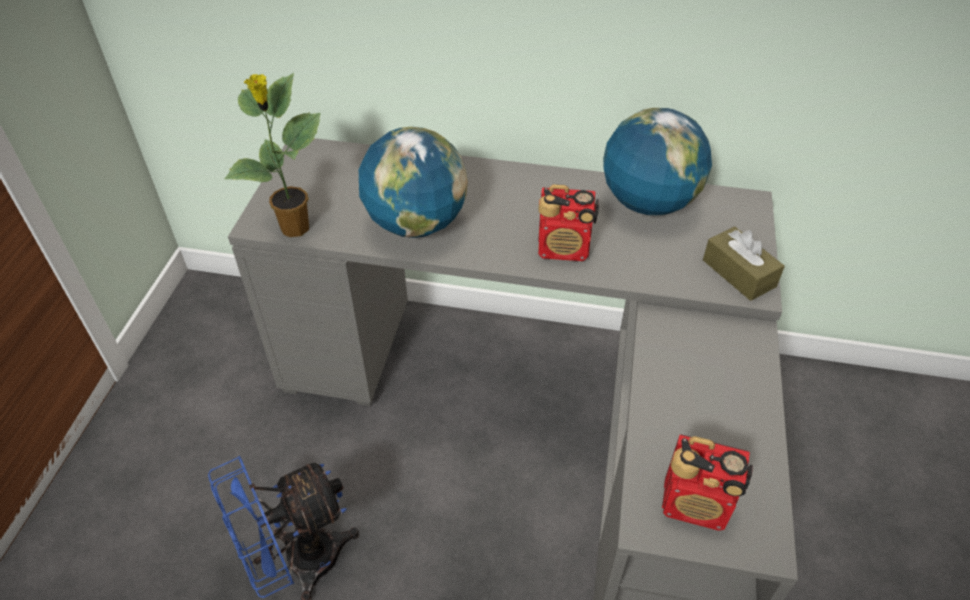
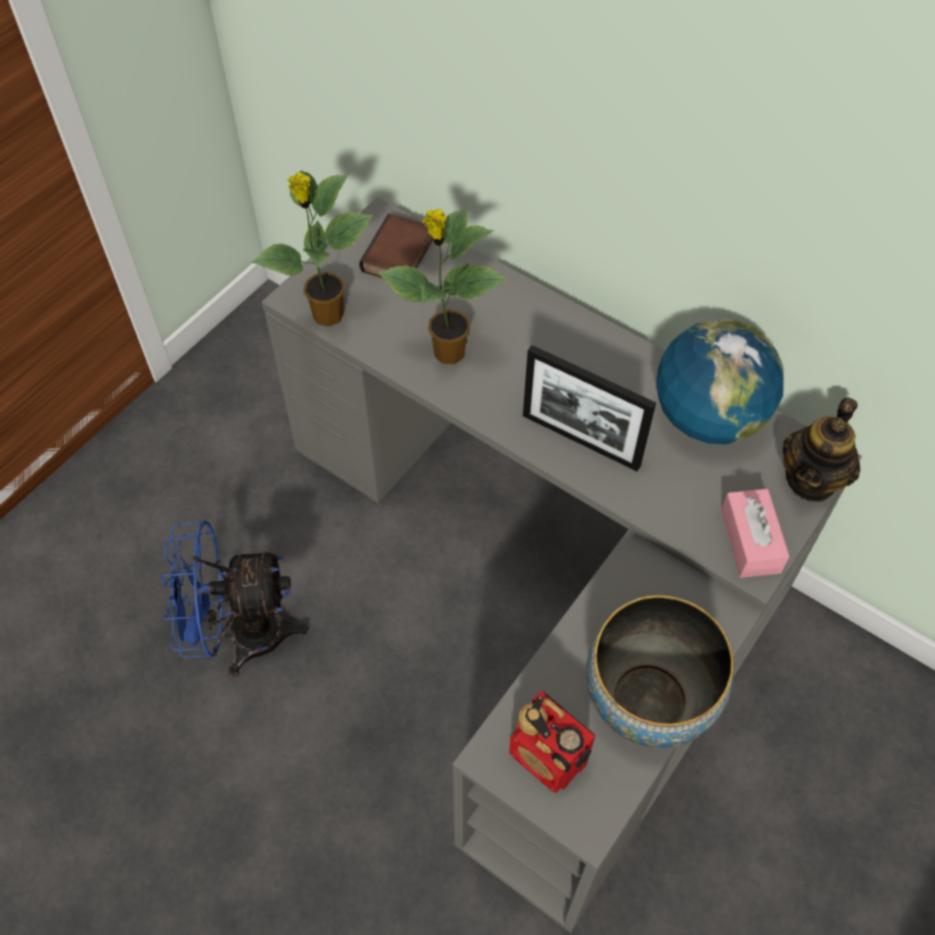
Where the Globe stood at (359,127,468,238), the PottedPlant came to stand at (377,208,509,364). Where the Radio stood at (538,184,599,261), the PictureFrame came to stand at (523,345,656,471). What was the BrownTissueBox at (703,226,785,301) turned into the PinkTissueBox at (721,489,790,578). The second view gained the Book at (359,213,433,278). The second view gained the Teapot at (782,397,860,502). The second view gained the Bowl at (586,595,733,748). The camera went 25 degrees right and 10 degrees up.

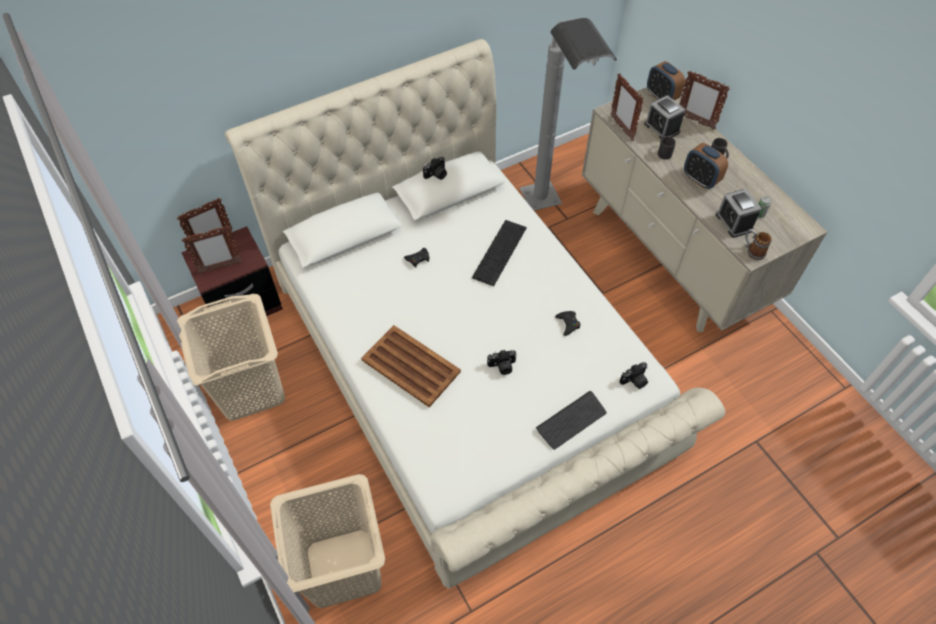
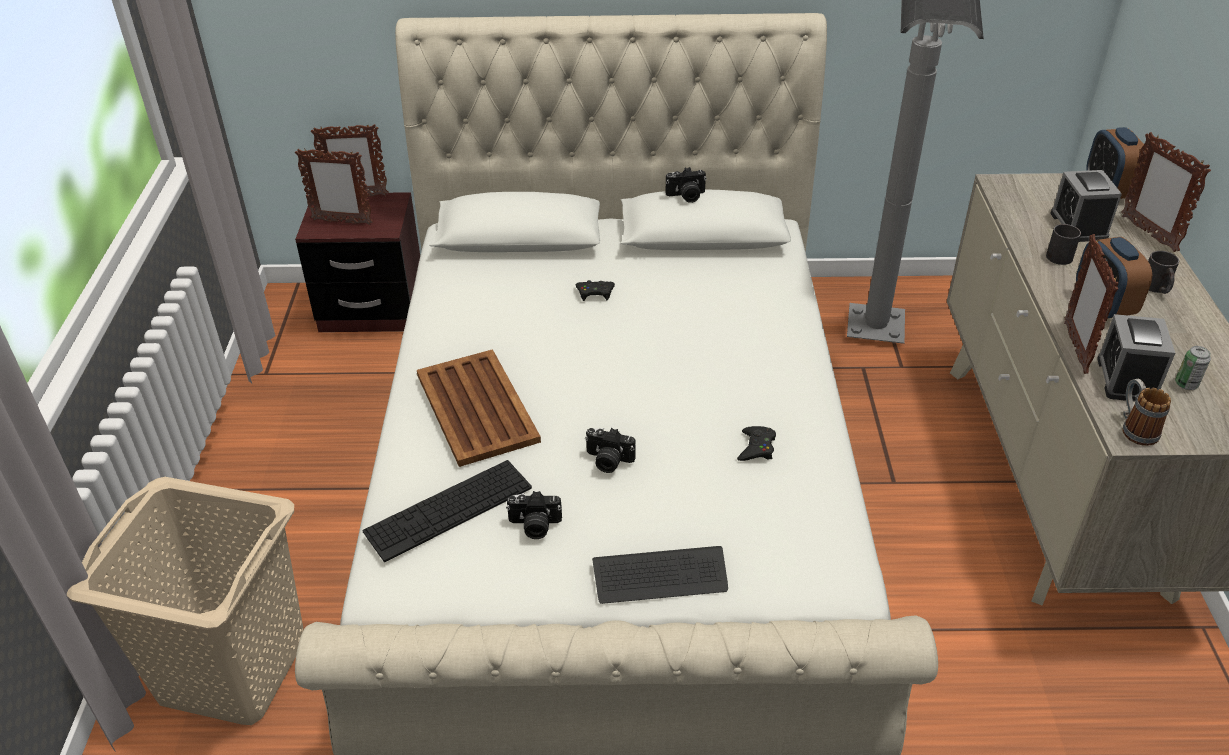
The PictureFrame ended up elsewhere, having gone from (611,74,643,141) to (1064,234,1118,374). The Keyboard ended up elsewhere, having gone from (472,220,527,286) to (362,460,532,562). The second view lost the BeigeLaundryBasket at (177,294,285,421). The PhotoCamera ended up elsewhere, having gone from (619,362,648,389) to (506,491,562,539). The camera went 30 degrees right and 15 degrees down.

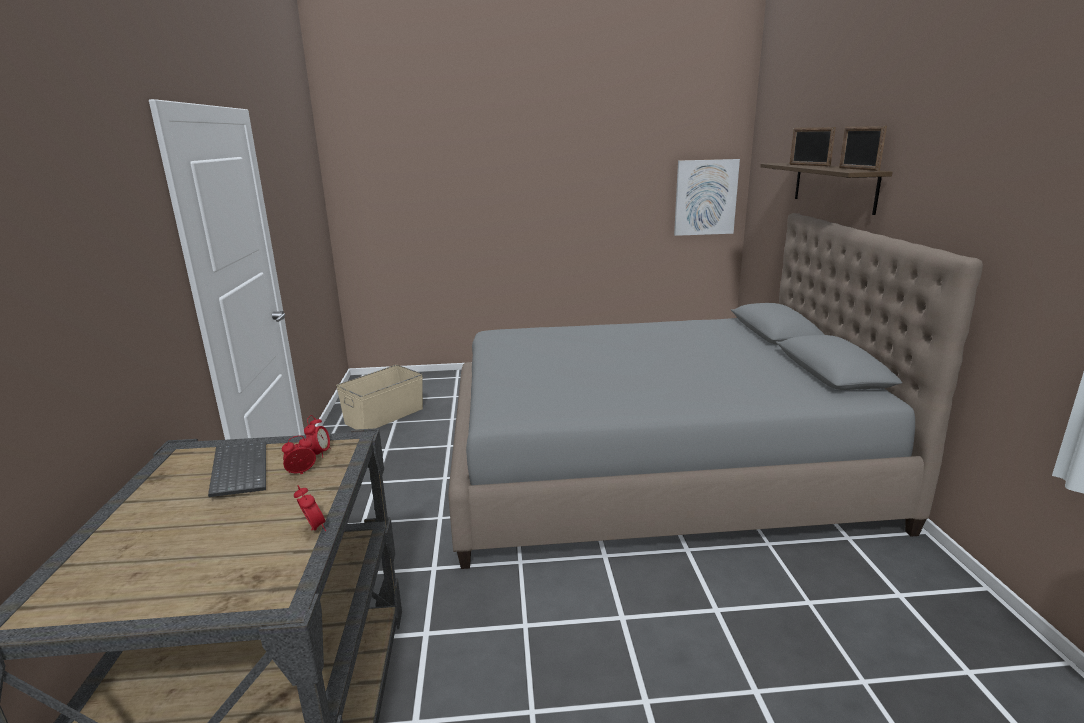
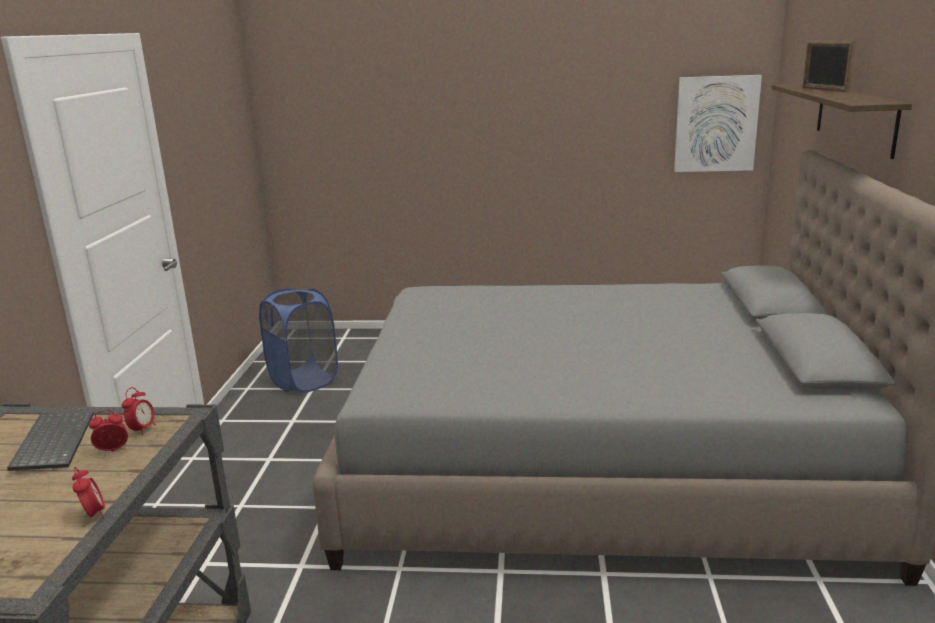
The second view lost the PictureFrame at (839,126,887,171). Where the BeigeStorageBox stood at (336,365,423,430), the BlueLaundryBasket came to stand at (259,288,338,393). The camera went 10 degrees right and 0 degrees up.

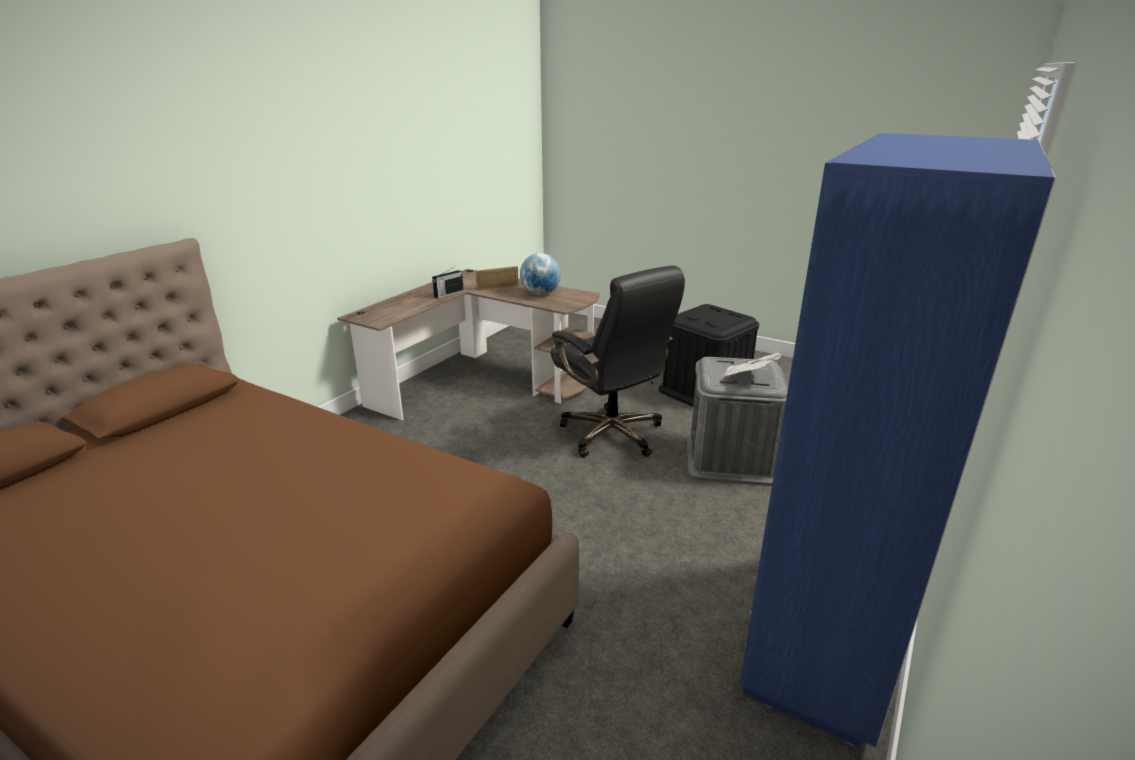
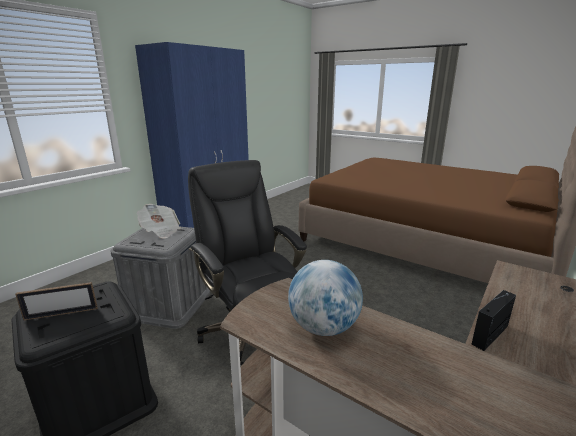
The PictureFrame ended up elsewhere, having gone from (476,266,518,290) to (15,282,98,320). The camera went 175 degrees left and 5 degrees down.

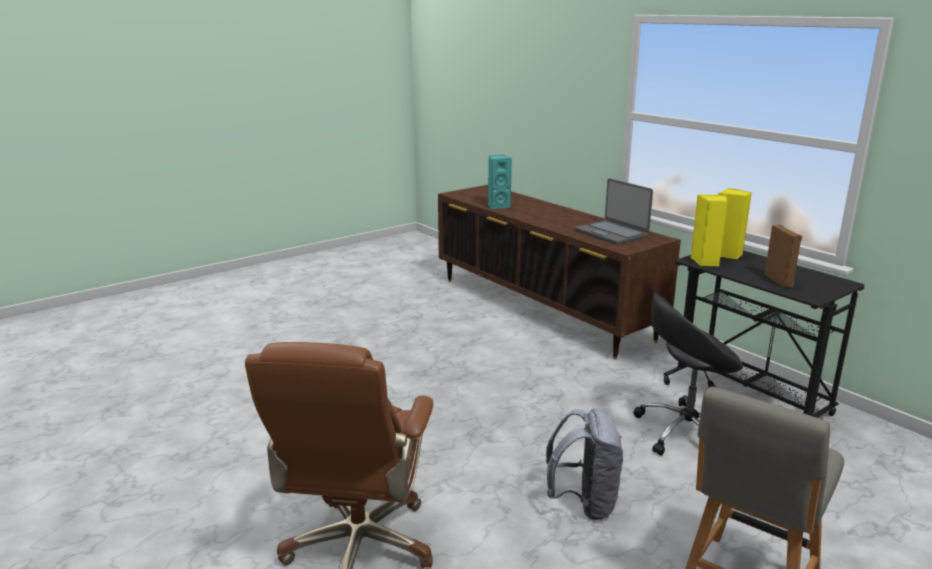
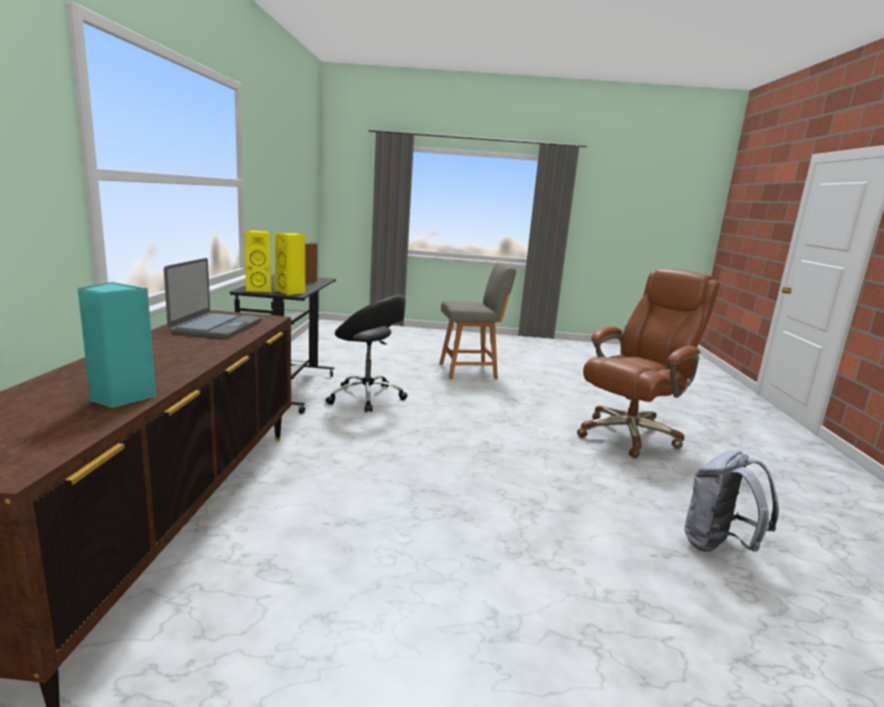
The GreyBackpack ended up elsewhere, having gone from (546,408,623,520) to (685,451,779,552). The camera went 140 degrees left and 5 degrees down.

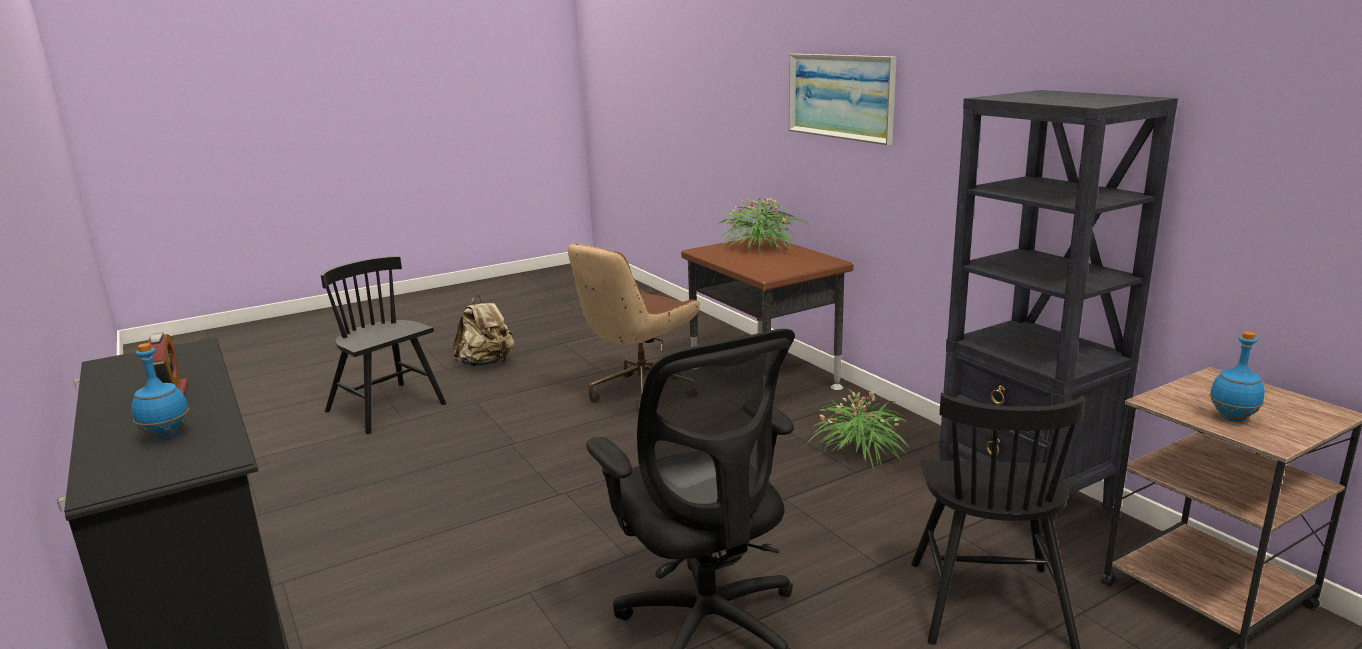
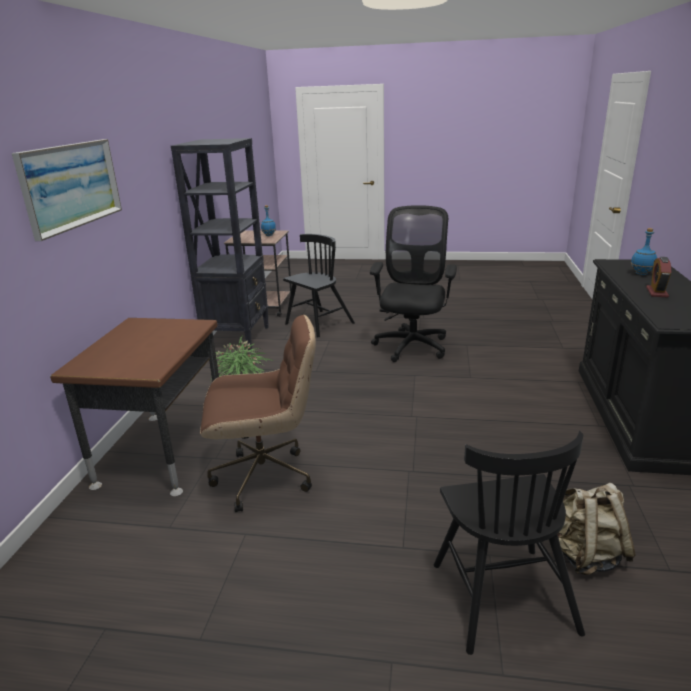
The second view lost the PottedPlant at (717,196,807,253). The BeigeBackpack ended up elsewhere, having gone from (452,295,514,366) to (557,483,636,575). The camera went 140 degrees left and 5 degrees up.

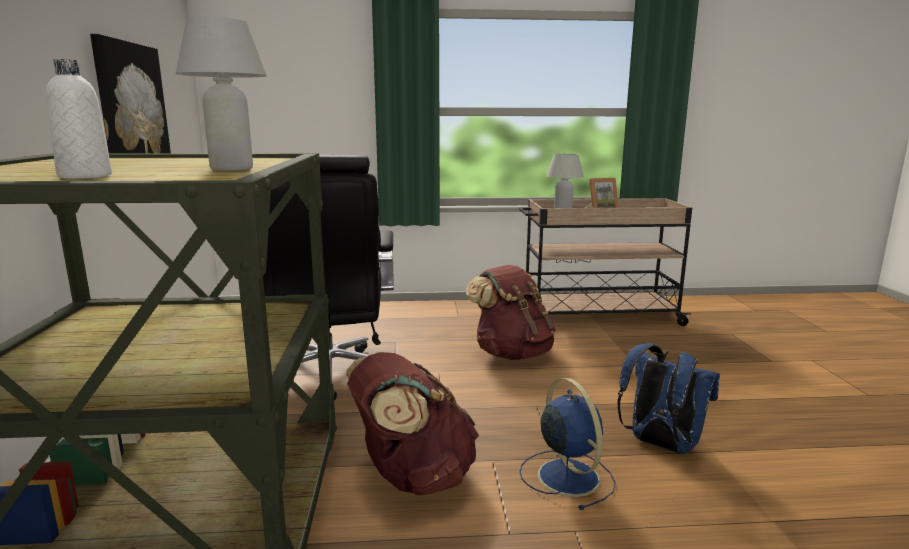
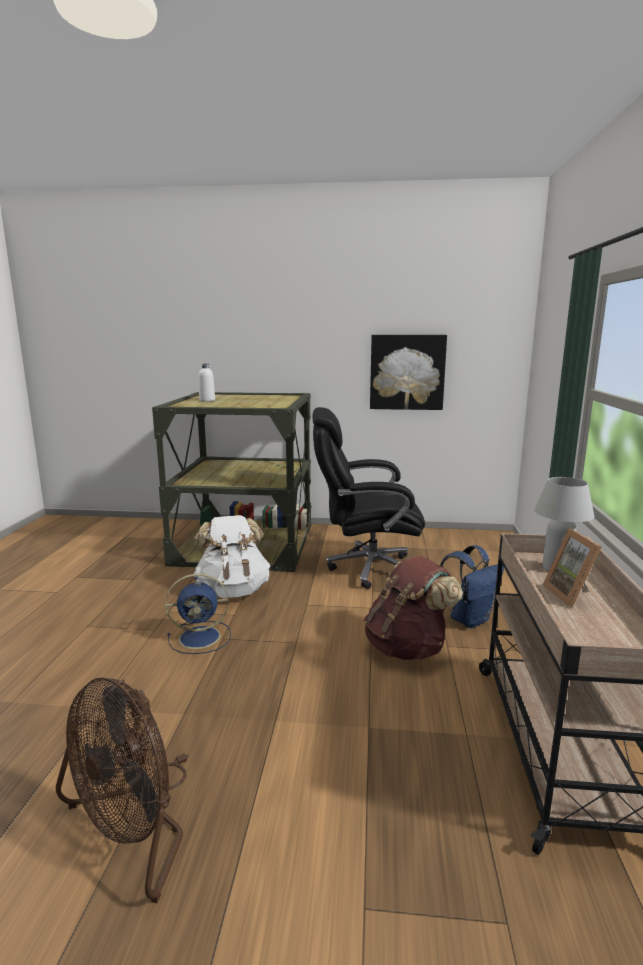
The second view lost the WhiteTableLamp at (176,17,267,171). The BlueBackpack ended up elsewhere, having gone from (617,344,720,454) to (440,545,504,628). What was the BrownBackpack at (346,352,479,495) turned into the WhiteBackpack at (193,515,271,598). The second view gained the BrownFan at (56,678,189,903). The camera went 100 degrees right and 0 degrees up.

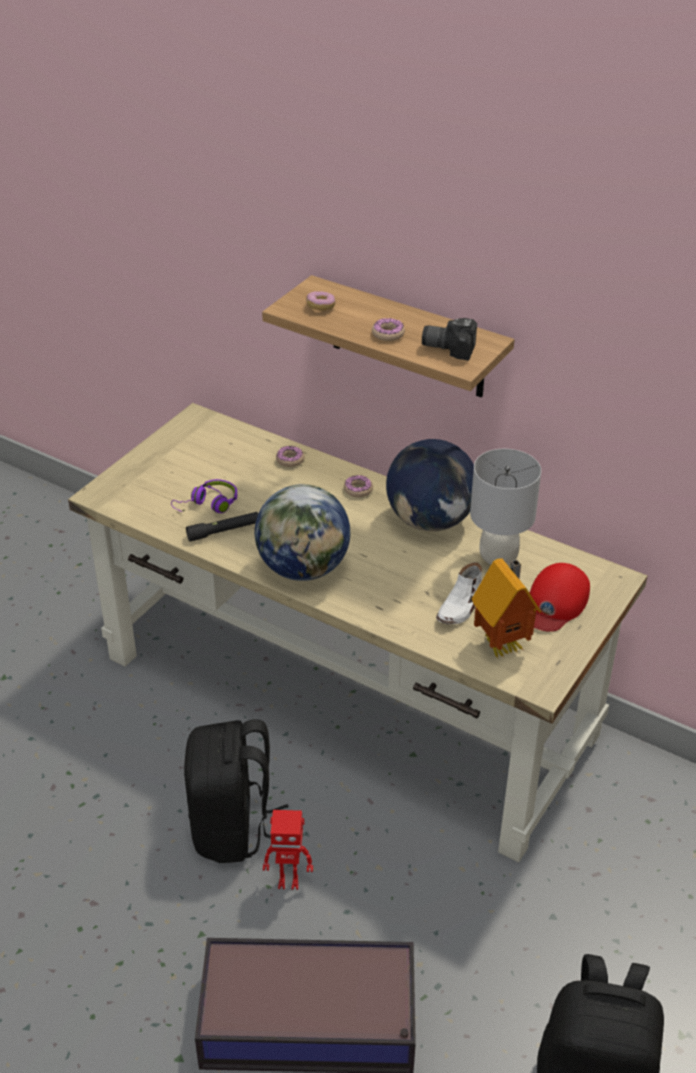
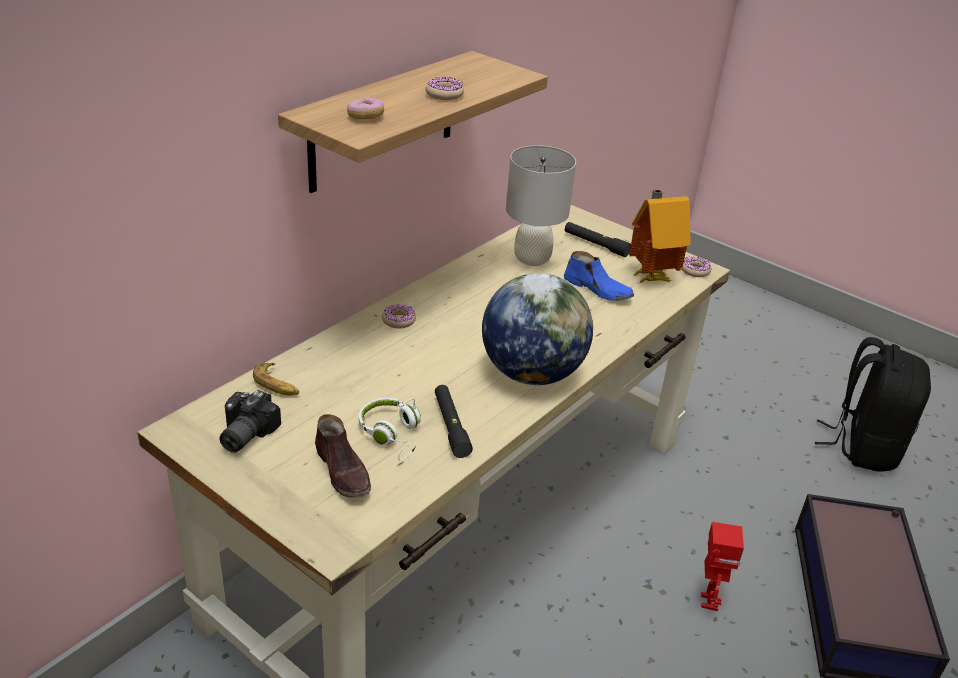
The PhotoCamera ended up elsewhere, having gone from (422,318,477,361) to (220,390,281,453). The second view lost the Globe at (386,439,474,532). The Donut ended up elsewhere, having gone from (276,446,304,467) to (681,257,711,277). What was the PurpleHeadphones at (171,479,237,513) turned into the WhiteHeadphones at (359,398,421,461). What was the WhiteShoe at (436,562,482,624) turned into the BlueShoe at (564,251,634,301). Where the RedCap stood at (530,563,590,632), the BlackFlashlight came to stand at (565,222,631,257). The second view lost the BlackBackpack at (184,719,289,863). The second view gained the Banana at (253,363,299,396). The second view gained the BrownShoe at (315,414,371,498). The camera went 85 degrees left and 5 degrees down.

